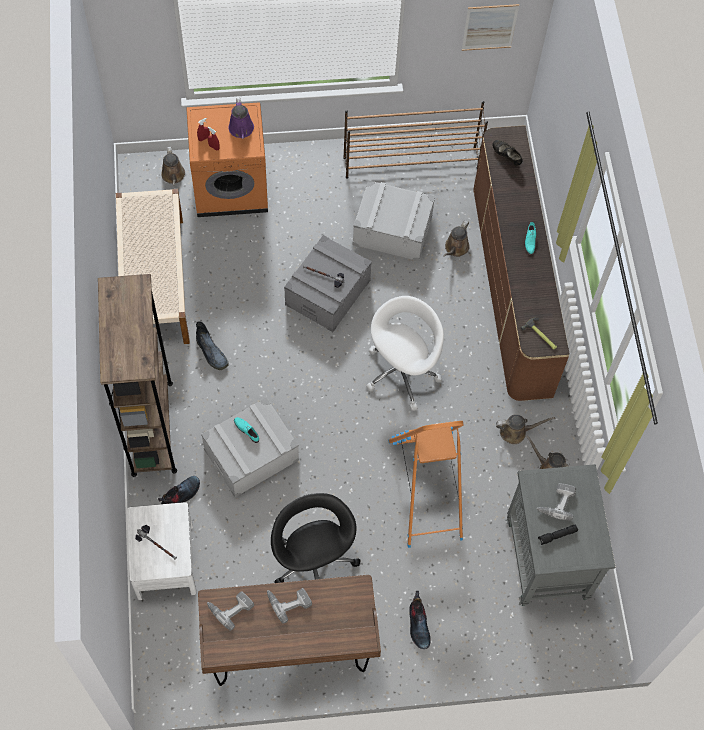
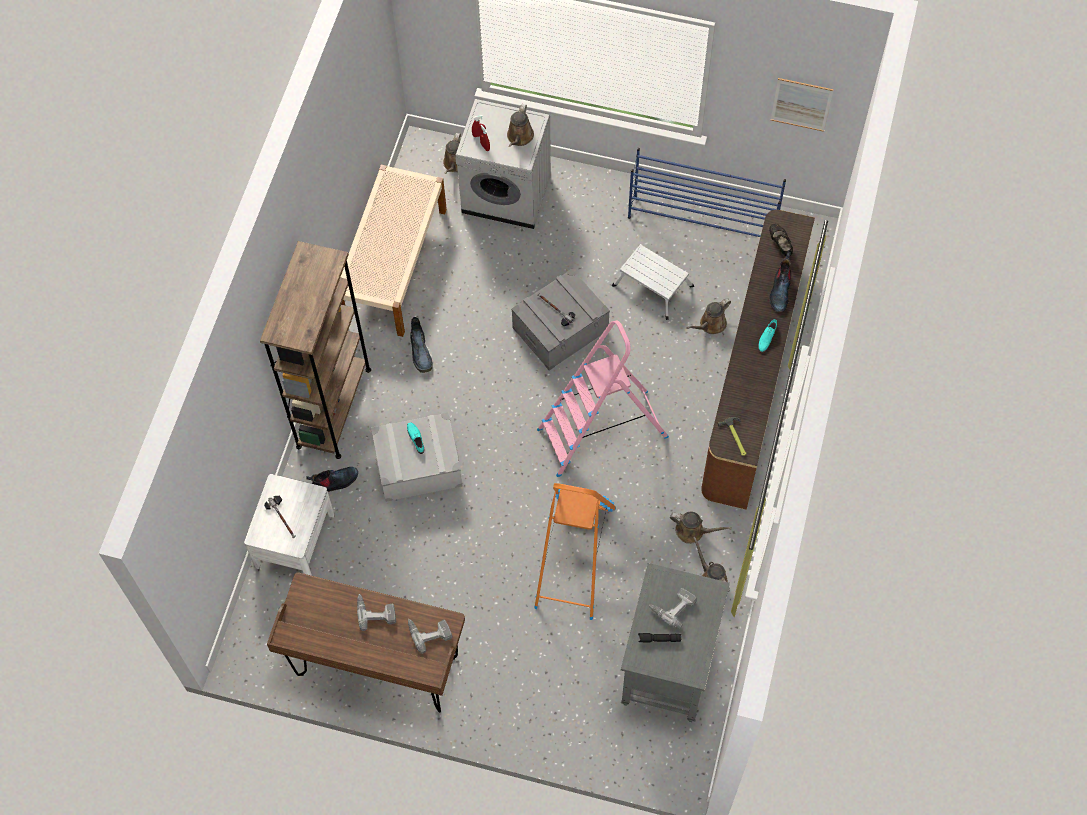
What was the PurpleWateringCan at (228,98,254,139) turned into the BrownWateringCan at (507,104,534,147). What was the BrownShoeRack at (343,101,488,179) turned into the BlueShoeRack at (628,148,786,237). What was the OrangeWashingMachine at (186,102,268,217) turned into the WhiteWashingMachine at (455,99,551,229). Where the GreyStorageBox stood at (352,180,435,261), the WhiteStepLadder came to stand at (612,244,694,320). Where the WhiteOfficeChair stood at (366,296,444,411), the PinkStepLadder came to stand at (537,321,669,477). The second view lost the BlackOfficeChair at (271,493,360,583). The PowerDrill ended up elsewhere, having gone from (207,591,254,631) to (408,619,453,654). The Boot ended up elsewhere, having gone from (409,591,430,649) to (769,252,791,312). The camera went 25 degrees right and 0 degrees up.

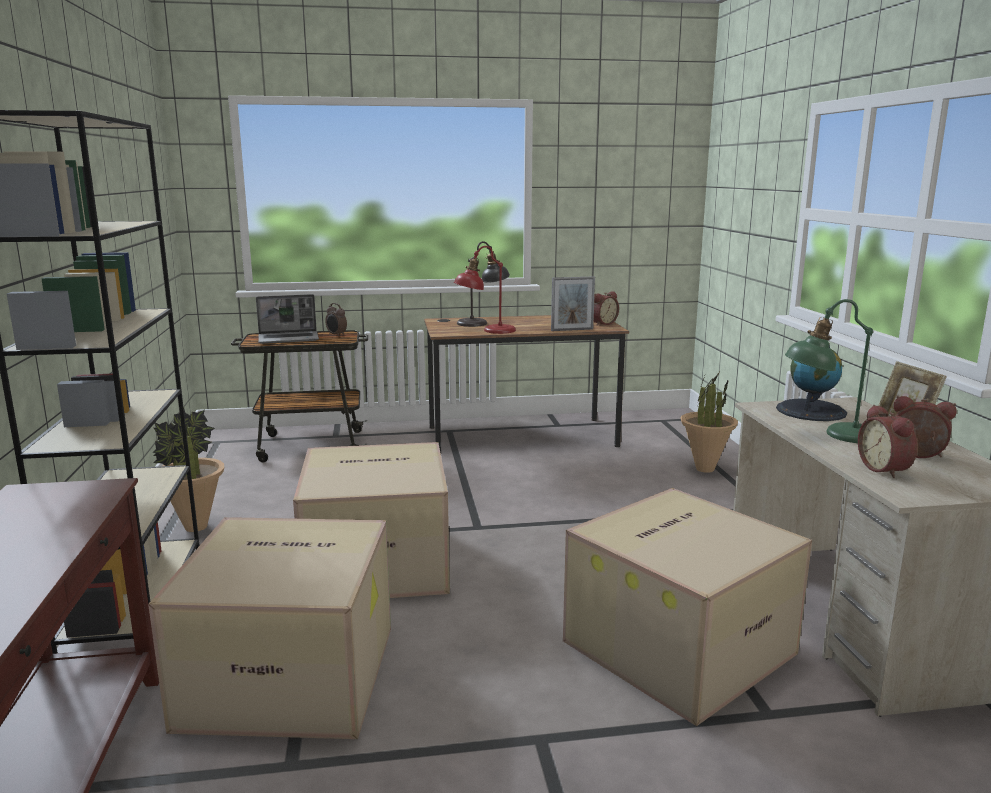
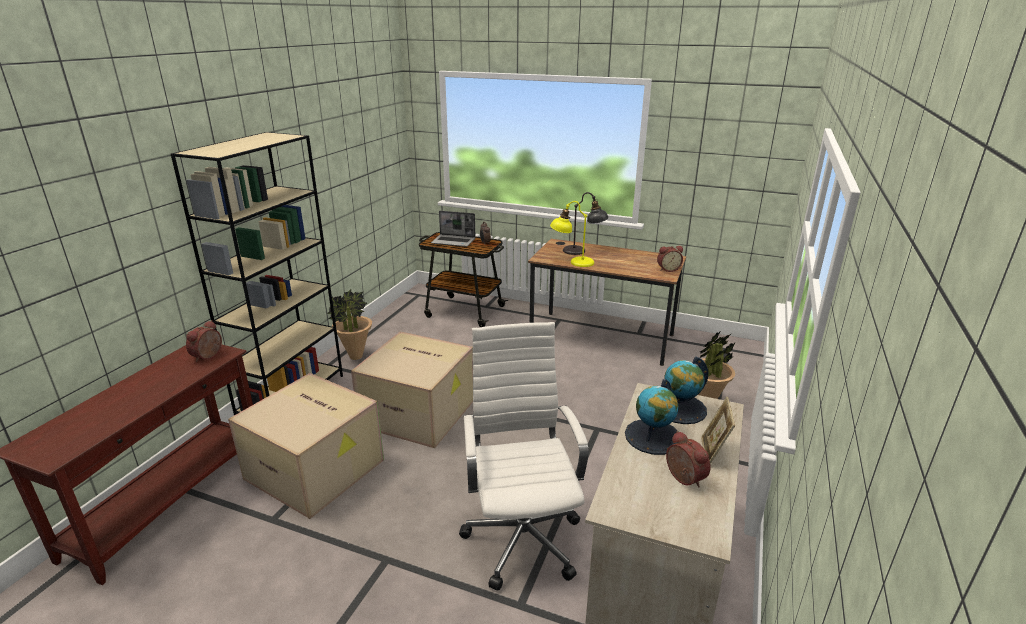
What was the RedTableLamp at (454,246,516,334) turned into the YellowTableLamp at (550,201,594,267). The second view lost the PictureFrame at (551,276,595,331). Where the GreenTableLamp stood at (785,299,873,443), the Globe came to stand at (625,379,679,455). The AlarmClock ended up elsewhere, having gone from (858,405,917,478) to (186,320,222,362). Where the CardboardBox stood at (563,488,812,726), the WhiteOfficeChair came to stand at (459,322,589,590). The camera went 30 degrees right and 10 degrees up.

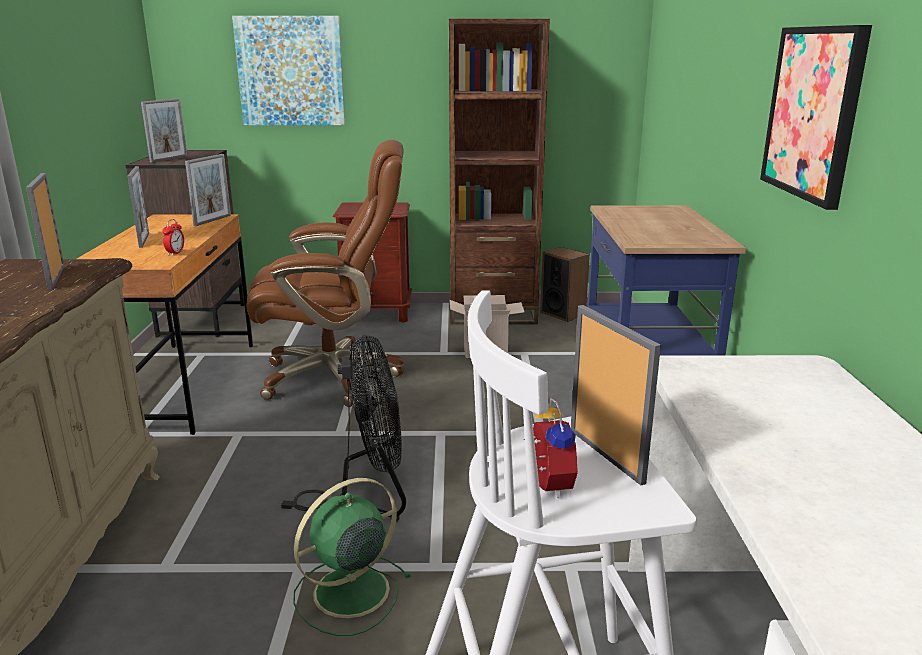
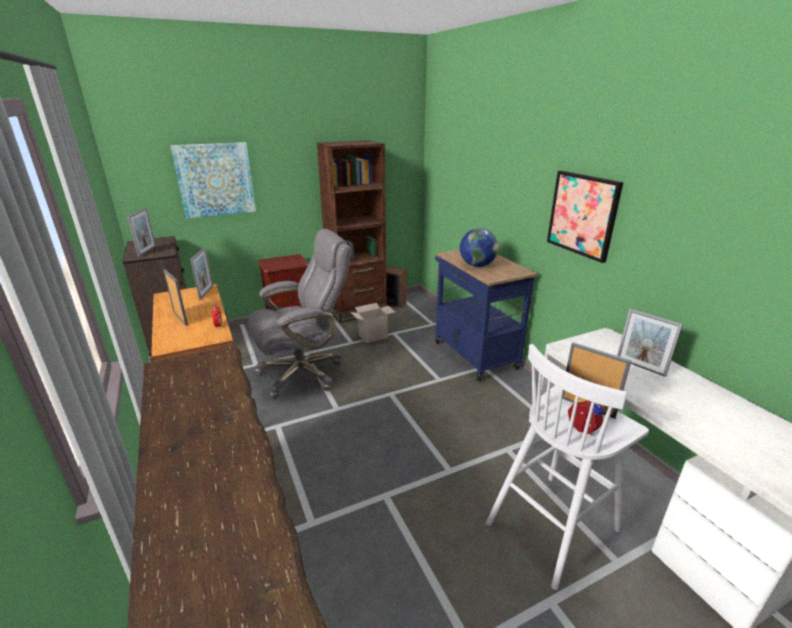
What was the BrownOfficeChair at (246,140,404,407) turned into the GreyOfficeChair at (248,229,351,399). The PictureFrame ended up elsewhere, having gone from (26,173,65,290) to (617,308,683,377). The second view lost the BlackFan at (279,334,406,522). The second view lost the GreenFan at (293,478,411,636). The second view gained the Globe at (460,228,498,267). The camera went 25 degrees left and 5 degrees up.

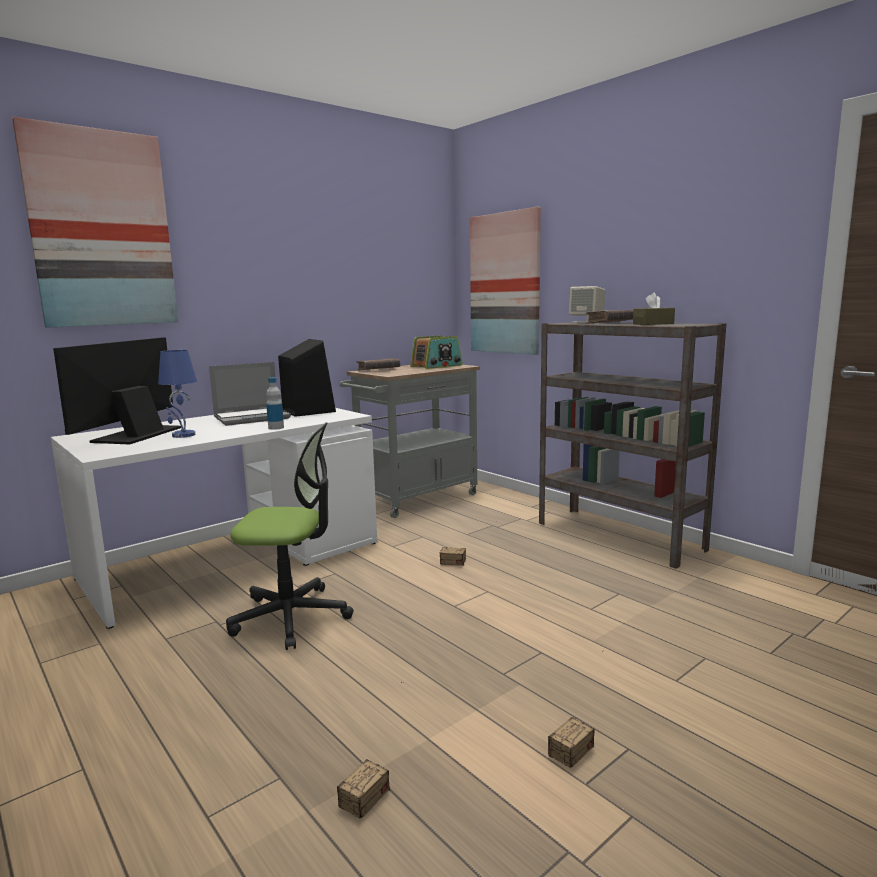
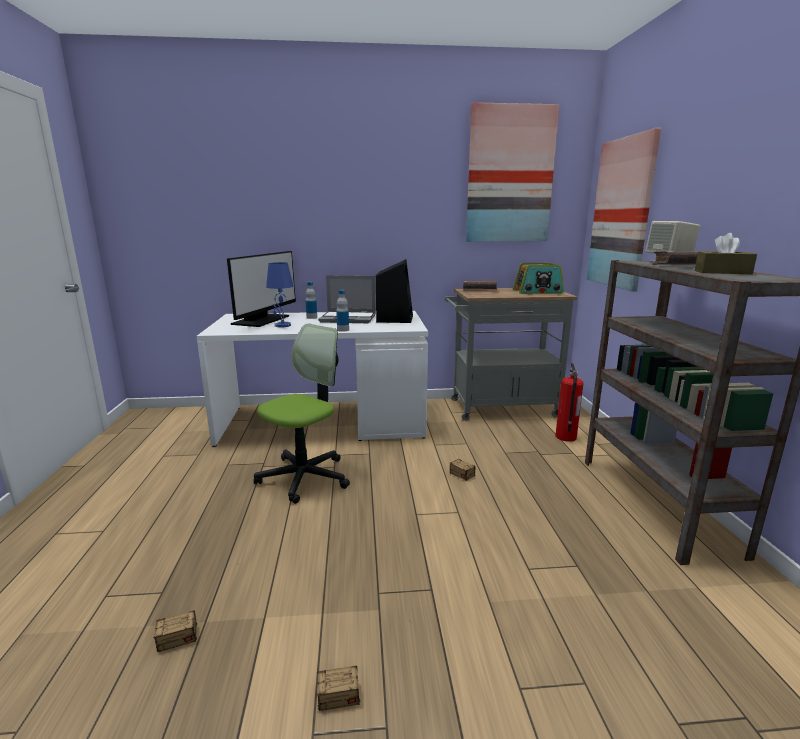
The Picture ended up elsewhere, having gone from (12,117,178,328) to (466,102,559,242). The Monitor at (53,337,181,444) ended up facing another way, 150 degrees clockwise from before. The OfficeChair at (226,422,354,650) ended up facing another way, 90 degrees counterclockwise from before. The second view gained the Bottle at (305,282,317,319). The second view gained the FireExtinguisher at (555,363,583,442). The camera went 35 degrees right and 5 degrees up.

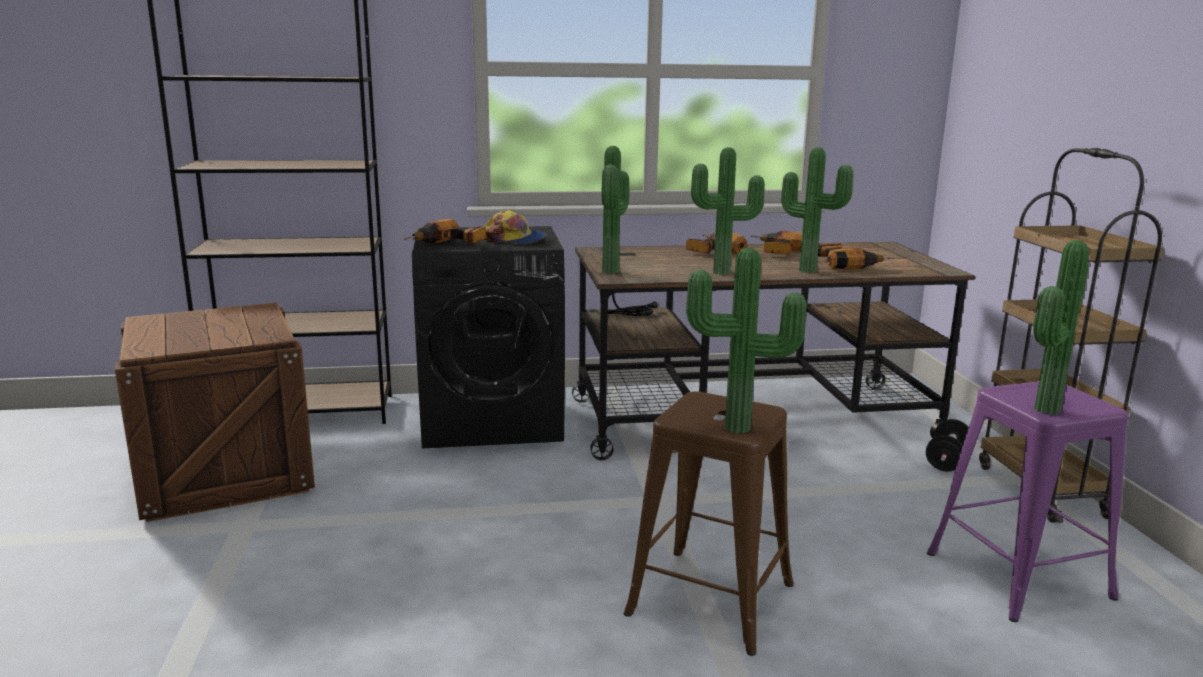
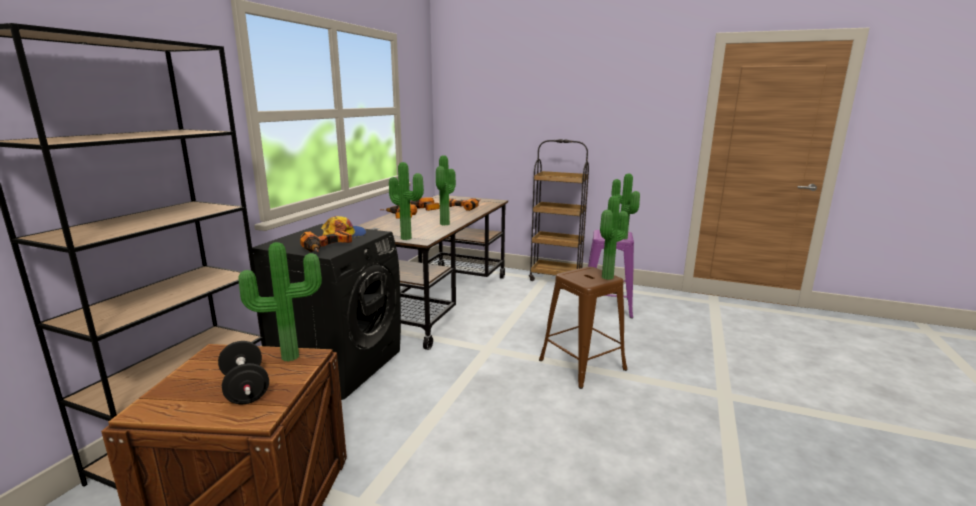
The PottedPlant ended up elsewhere, having gone from (781,147,854,273) to (238,242,322,362). The BlackDumbbell ended up elsewhere, having gone from (926,419,969,472) to (218,341,269,404). The camera went 60 degrees left and 0 degrees up.

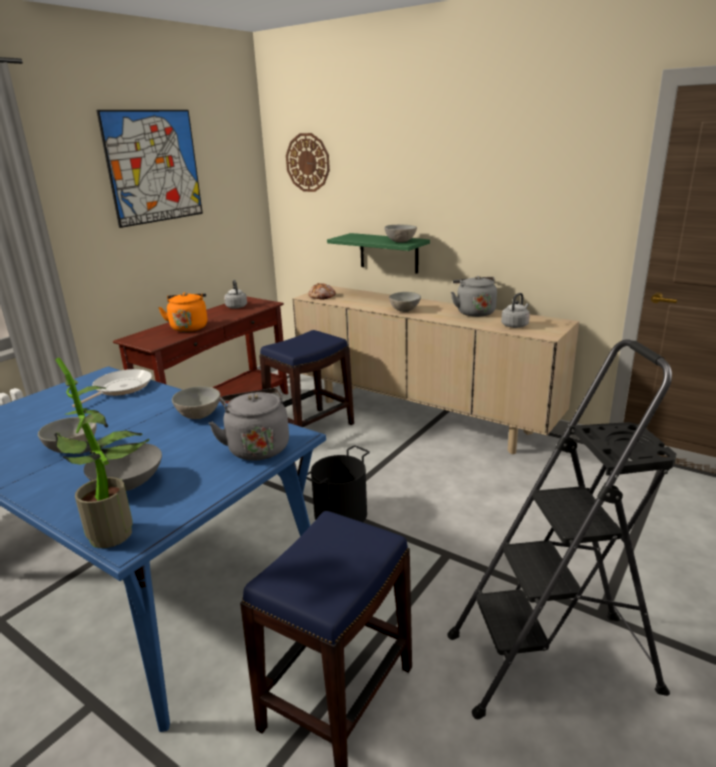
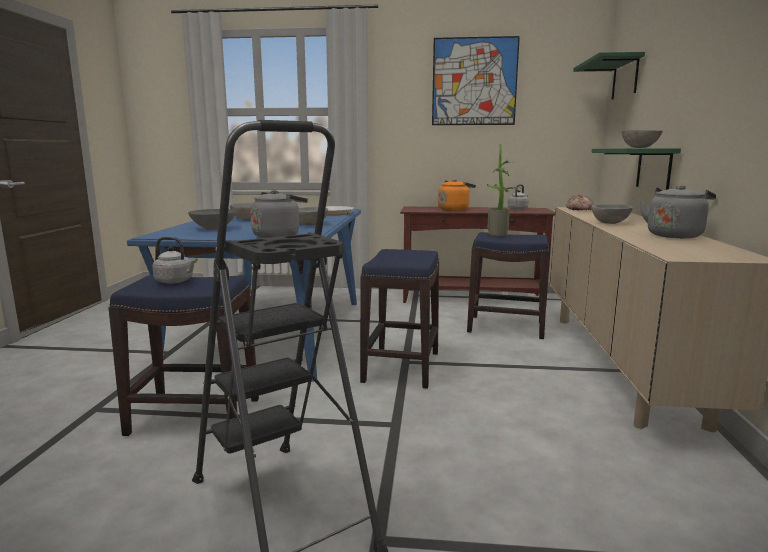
Where the WallClock hung at (286,133,330,192), the GreenShelf came to hang at (573,52,645,100). The GreyKettle ended up elsewhere, having gone from (501,293,530,328) to (152,237,198,284). The PottedPlant ended up elsewhere, having gone from (54,358,150,548) to (487,144,523,236). Where the BlackBucket stood at (306,445,370,522), the Stool came to stand at (360,249,439,389). The camera went 60 degrees right and 10 degrees down.

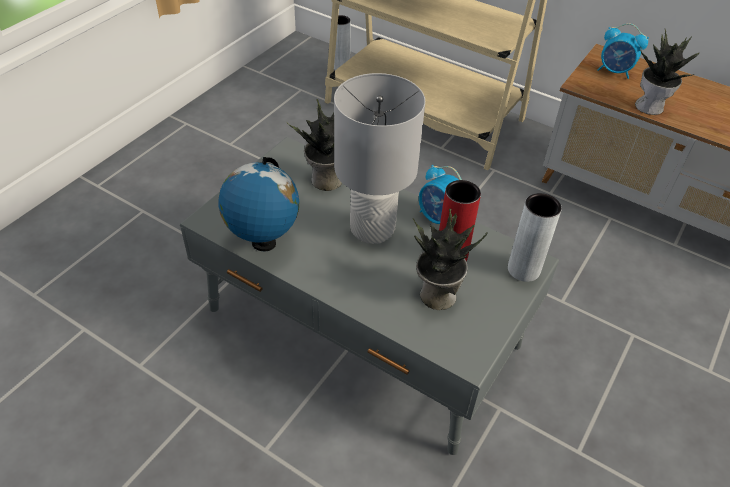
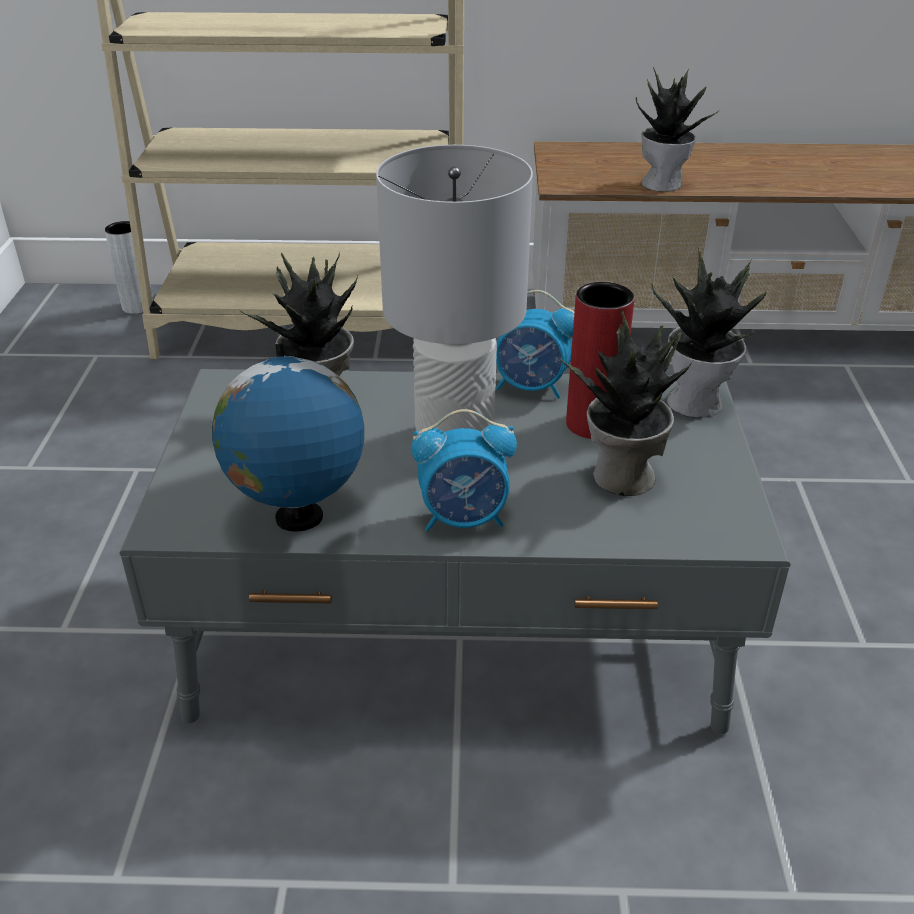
The AlarmClock ended up elsewhere, having gone from (597,23,649,79) to (411,409,517,532). Where the GreyVase stood at (508,193,562,282), the PottedPlant came to stand at (651,247,767,418). The camera went 30 degrees left and 10 degrees down.

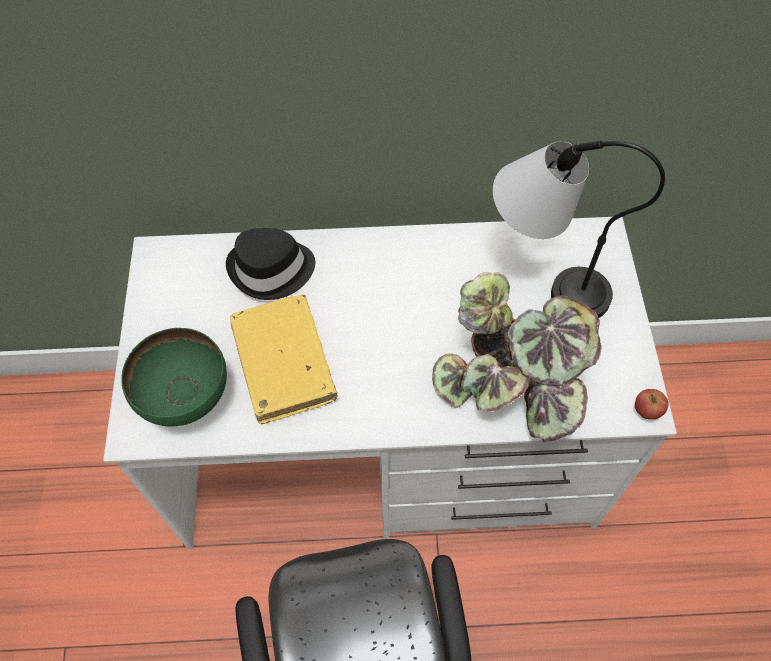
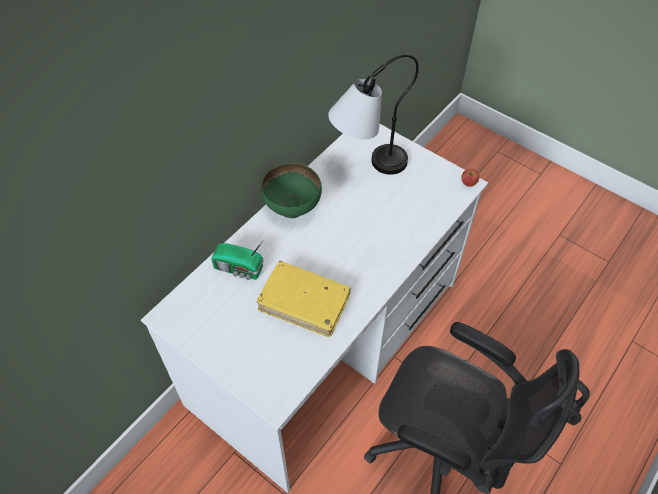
Where the BlackHat stood at (226,228,315,300), the Radio came to stand at (211,241,263,280). The second view lost the PottedPlant at (432,272,602,442). The GreenBowl ended up elsewhere, having gone from (121,328,227,427) to (261,163,322,218). The camera went 50 degrees left and 5 degrees down.

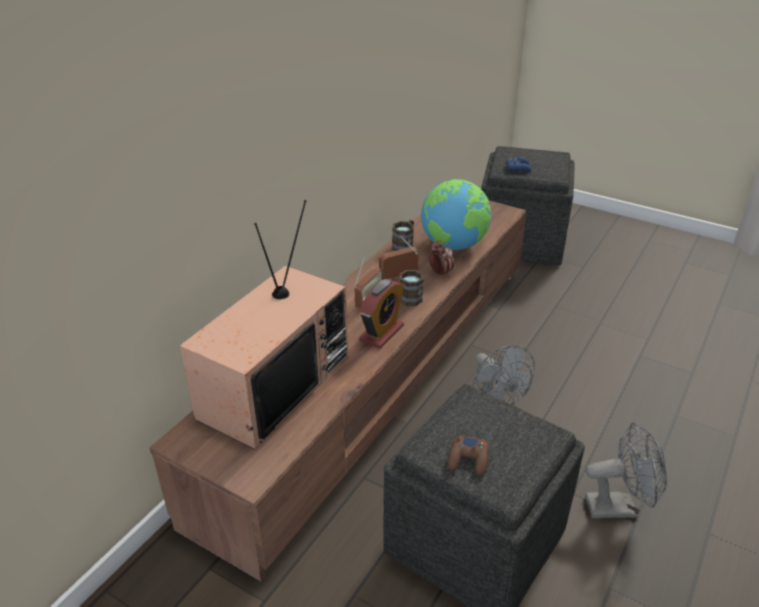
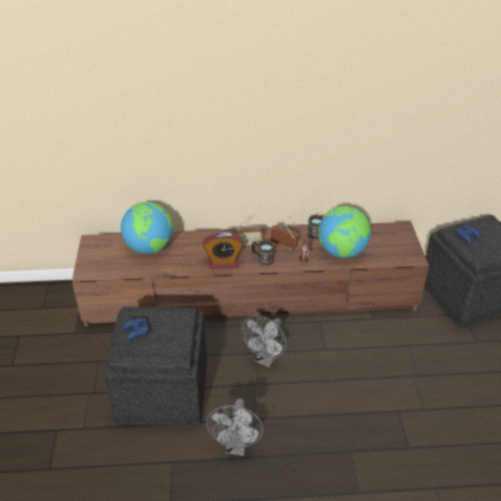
Where the Television stood at (180,200,348,450), the Globe came to stand at (121,202,173,254). The GreyFan at (585,422,667,518) ended up facing another way, 45 degrees clockwise from before. What was the BrownGameController at (448,435,489,476) turned into the BlueGameController at (123,317,149,340). The camera went 55 degrees right and 5 degrees up.

